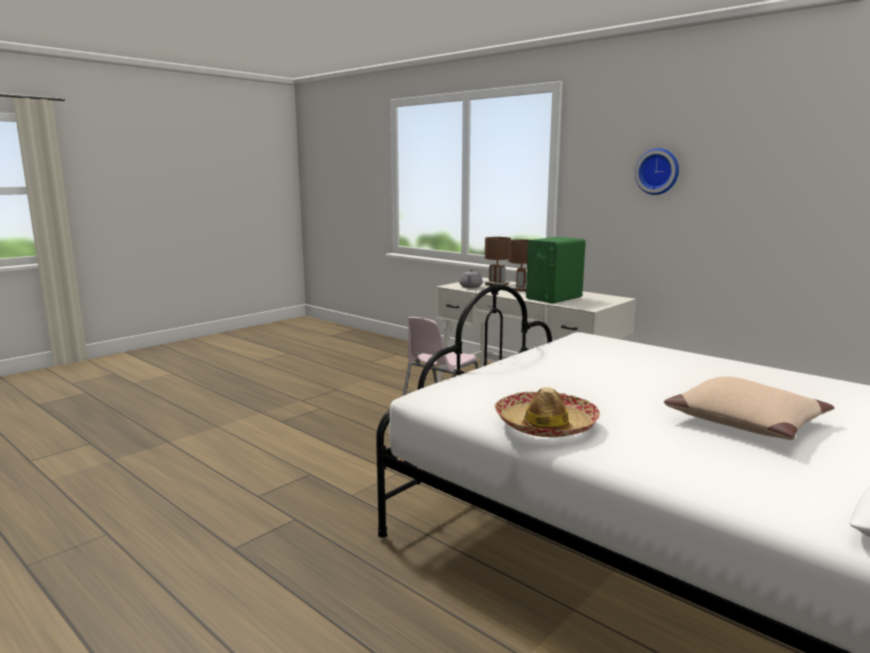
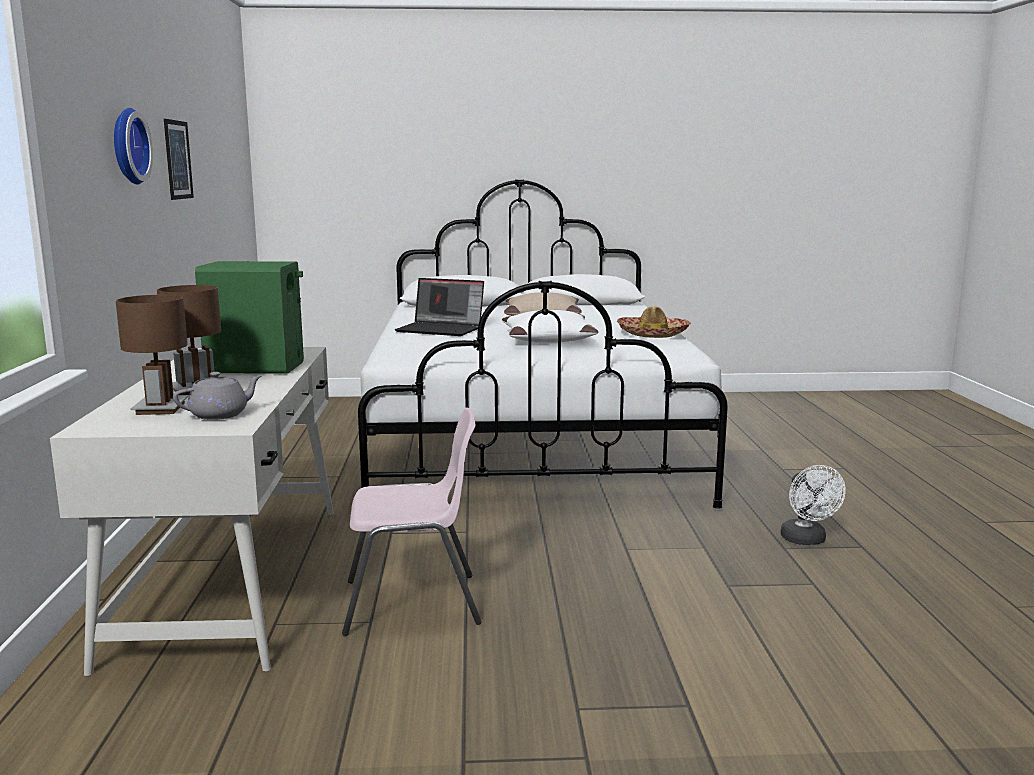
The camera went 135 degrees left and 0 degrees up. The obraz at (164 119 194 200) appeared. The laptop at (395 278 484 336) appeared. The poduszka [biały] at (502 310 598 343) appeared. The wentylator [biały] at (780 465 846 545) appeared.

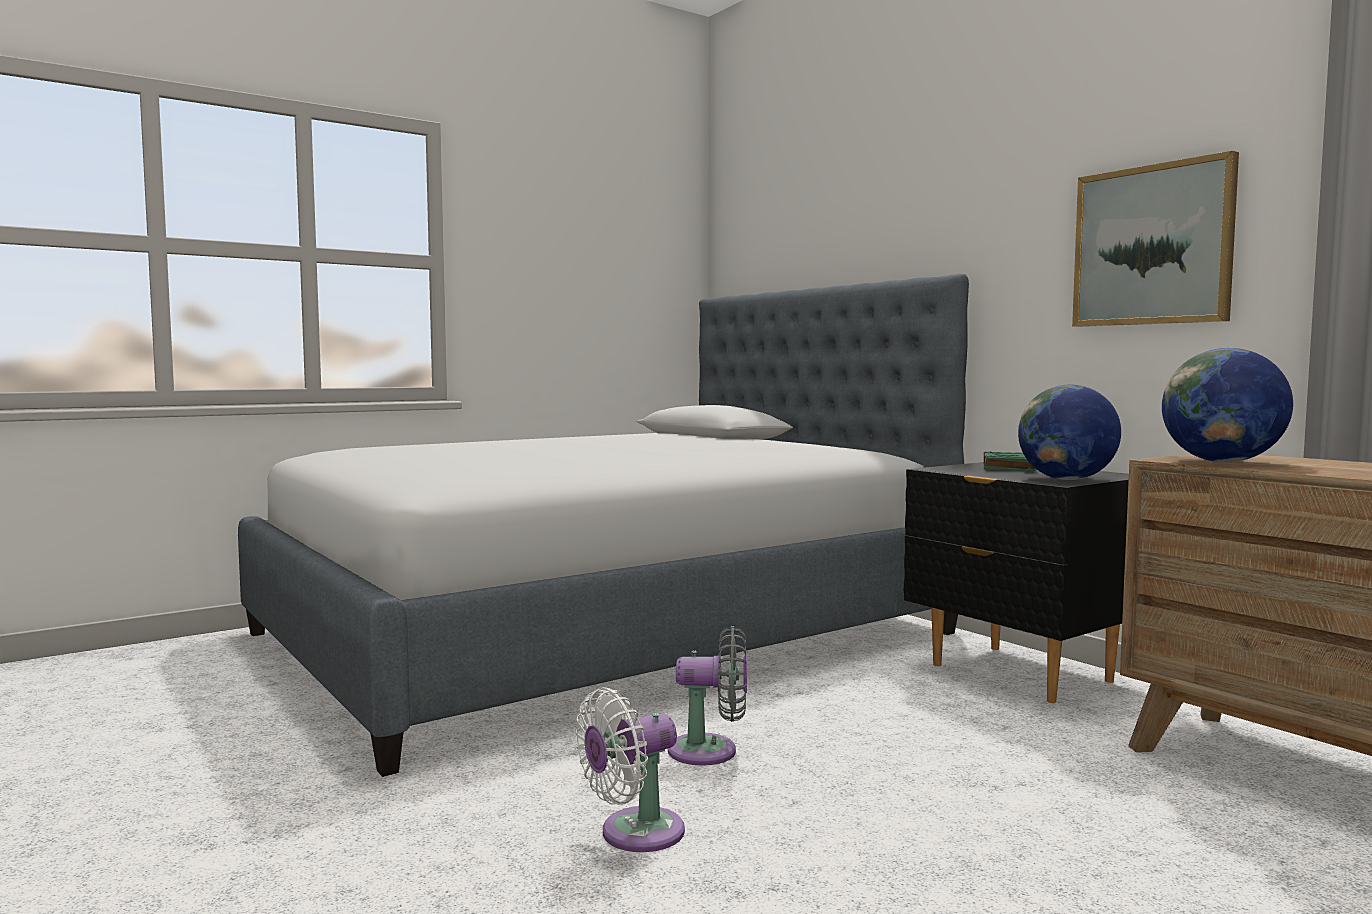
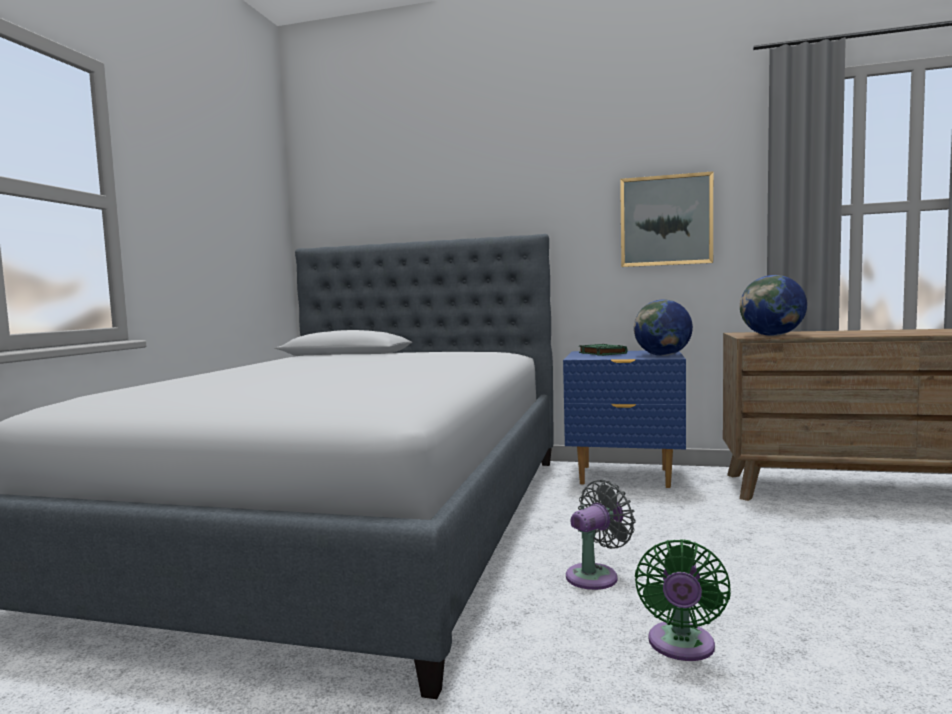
The camera went 40 degrees left and 0 degrees up. The wentylator [biały] at (576 687 685 852) became the wentylator [zielony] at (635 539 731 661). The szafka nocna [czarny] at (904 462 1129 703) became the szafka nocna [niebieski] at (563 351 686 488).

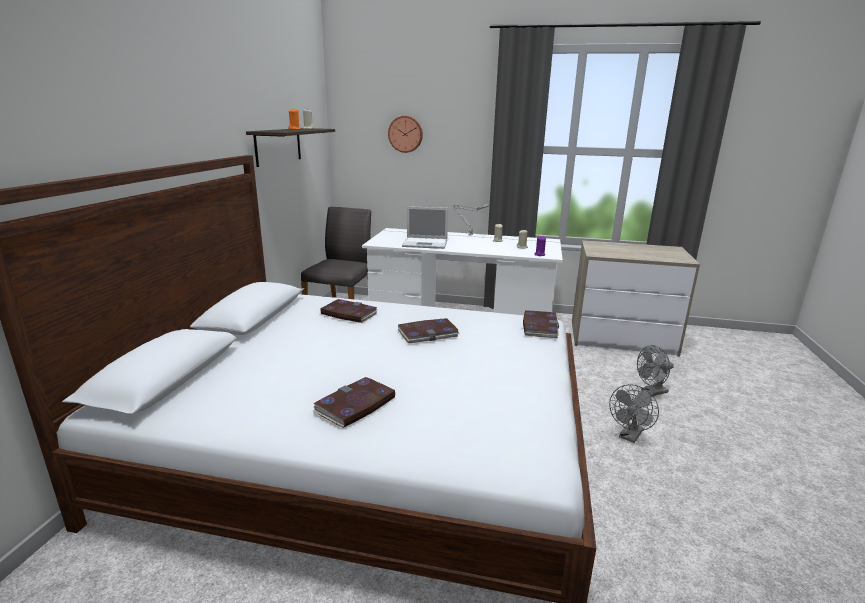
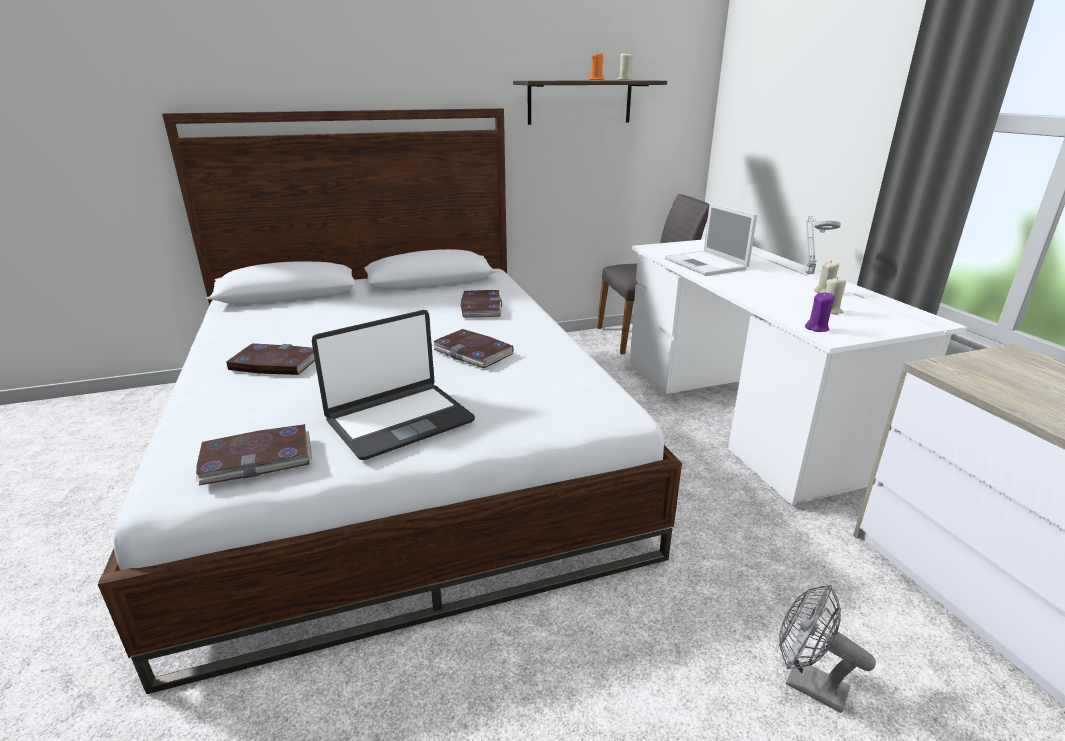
The camera went 60 degrees right and 5 degrees up. The zegar ścienny at (388 116 423 153) disappeared. The książka moved from (523 310 559 338) to (196 424 312 485). The wentylator [szary] at (609 384 659 443) disappeared. The laptop at (312 310 475 460) appeared.

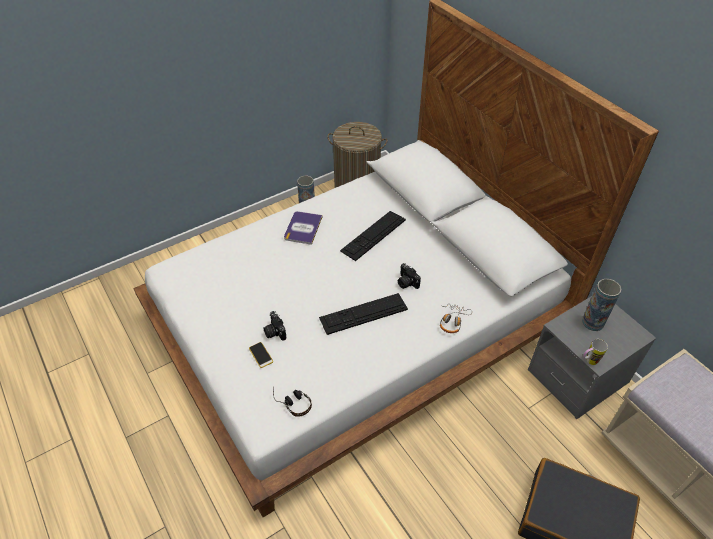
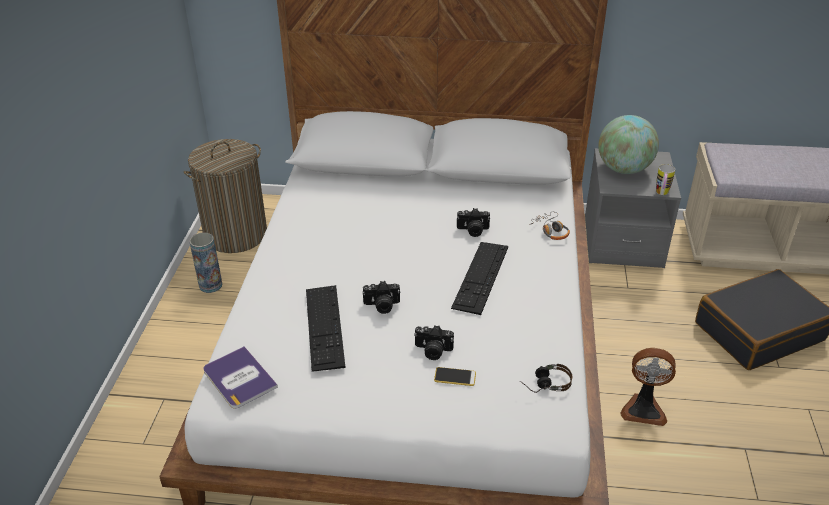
The camera went 50 degrees left and 10 degrees down. The książka moved from (284 211 322 245) to (204 346 278 409). The klawiatura moved from (340 211 406 261) to (306 285 346 372). The wazon at (582 279 621 331) was replaced by the globus at (598 115 659 174). The aparat fotograficzny at (362 281 400 314) appeared. The wentylator at (620 348 676 426) appeared.

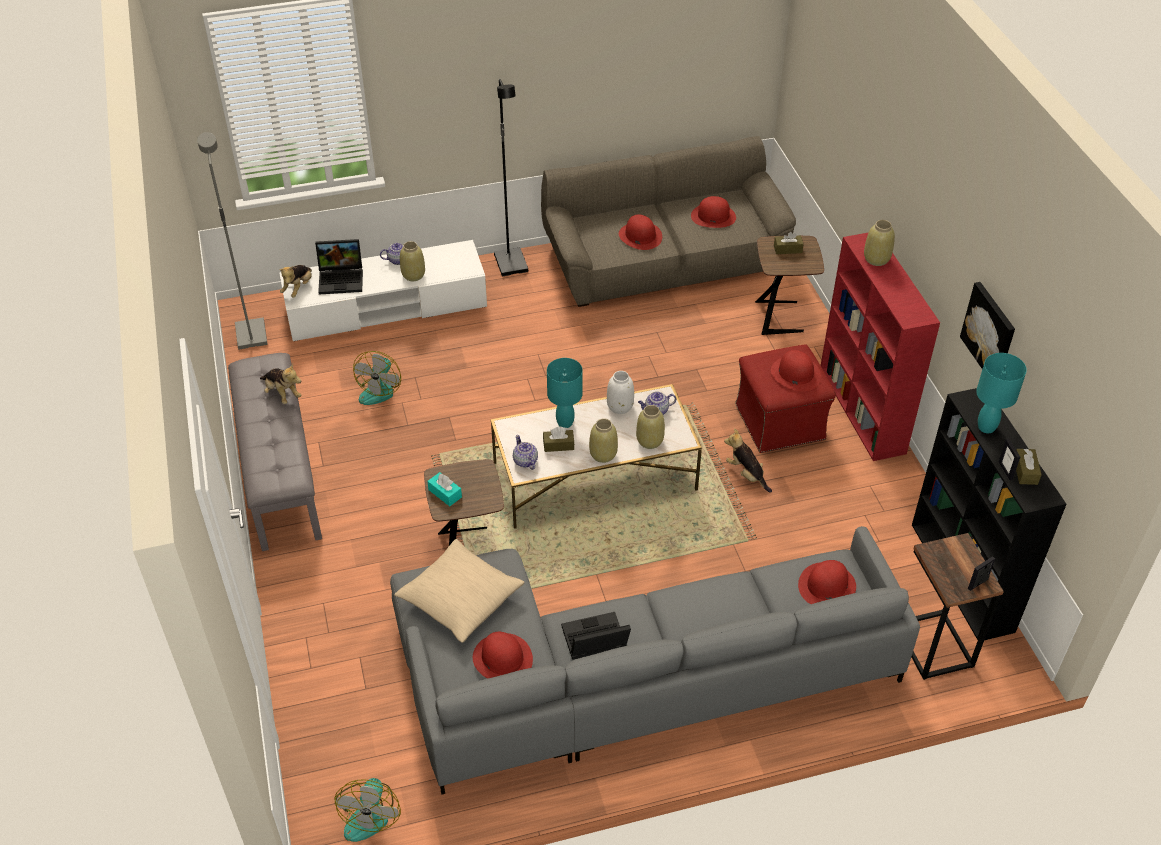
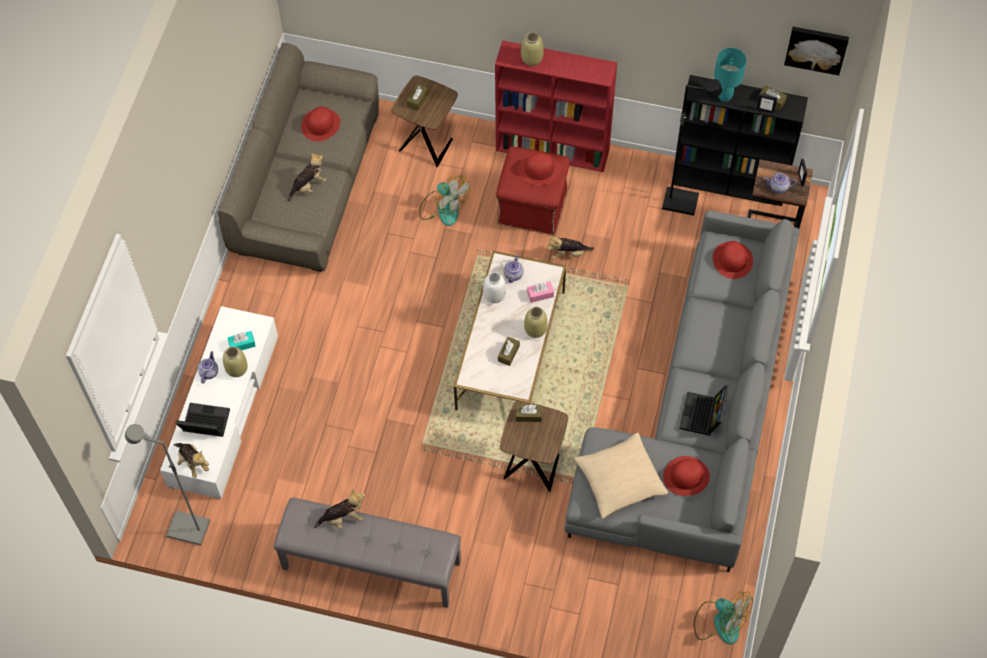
The camera went 60 degrees left and 15 degrees up. The laptop at (315 239 363 295) turned 105 degrees counterclockwise. The wentylator moved from (353 351 401 405) to (419 176 470 226). The pudełko chusteczek [turkusowy] moved from (427 472 462 506) to (228 331 256 350). The lampa stojąca [czarny] moved from (494 79 528 276) to (662 79 722 216). The imbryk moved from (513 435 538 470) to (764 173 797 193). The lampa stołowa [turkusowy] at (547 358 583 428) disappeared. The kapelusz [czerwony] at (619 214 662 250) was replaced by the pluszak at (288 153 327 202). The wazon [beżowy] at (636 405 665 449) was replaced by the pudełko chusteczek [różowy] at (527 281 554 303). The obraz moved from (960 282 1015 369) to (784 27 849 75). The pudełko chusteczek [brązowy] at (516 404 542 422) appeared.

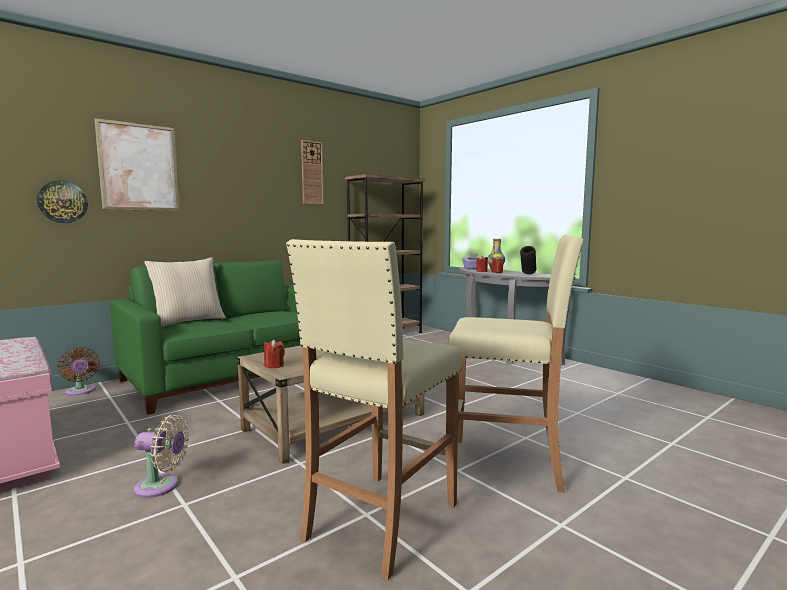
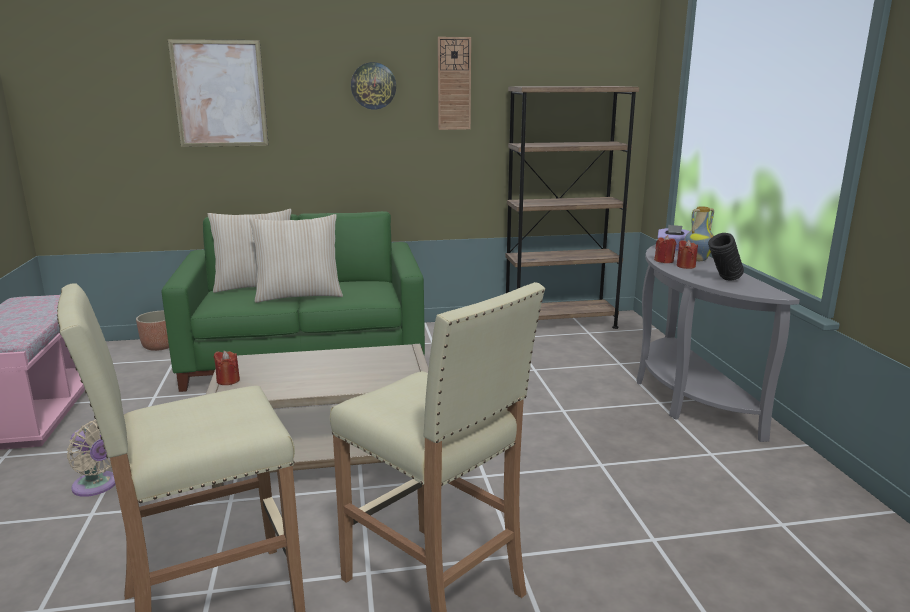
The camera went 30 degrees right and 10 degrees up. The zegar ścienny moved from (37 181 88 223) to (351 62 396 109). The wentylator [brązowy] at (57 347 100 396) was replaced by the donica at (136 311 169 351). The poduszka [beżowy] at (249 214 343 303) appeared.

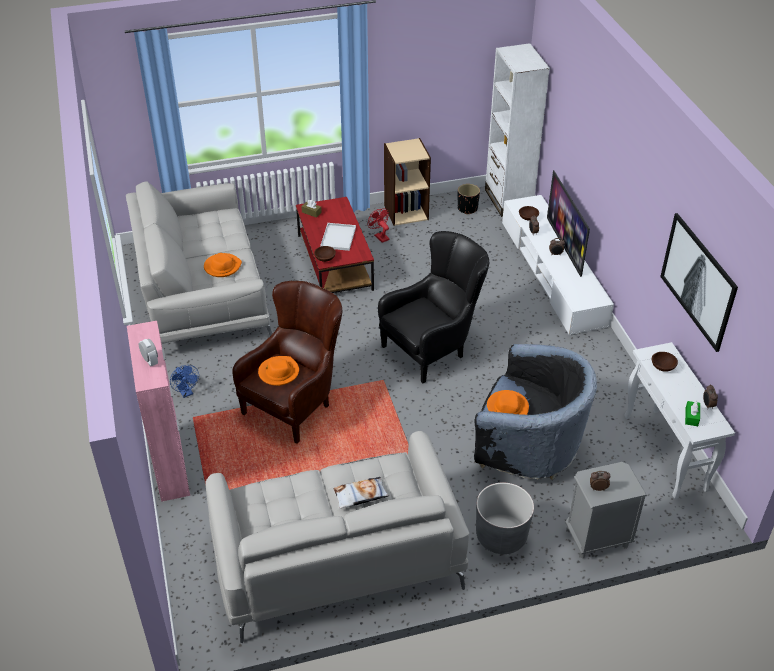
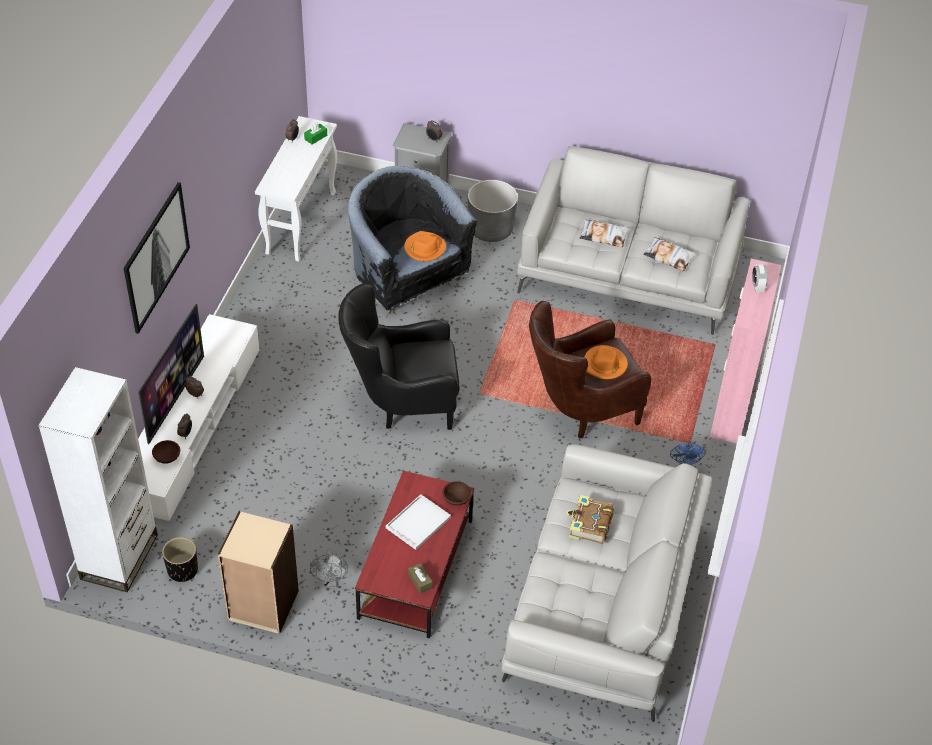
The camera went 150 degrees left and 5 degrees up. The kapelusz [pomarańczowy] at (204 253 242 277) was replaced by the książka at (567 495 614 544). The wentylator [czerwony] at (368 208 389 243) became the wentylator [szary] at (310 549 348 587). The miska [brązowy] at (652 352 678 372) disappeared. The obraz moved from (660 213 738 352) to (124 182 190 334). The poduszka at (643 237 696 271) appeared.

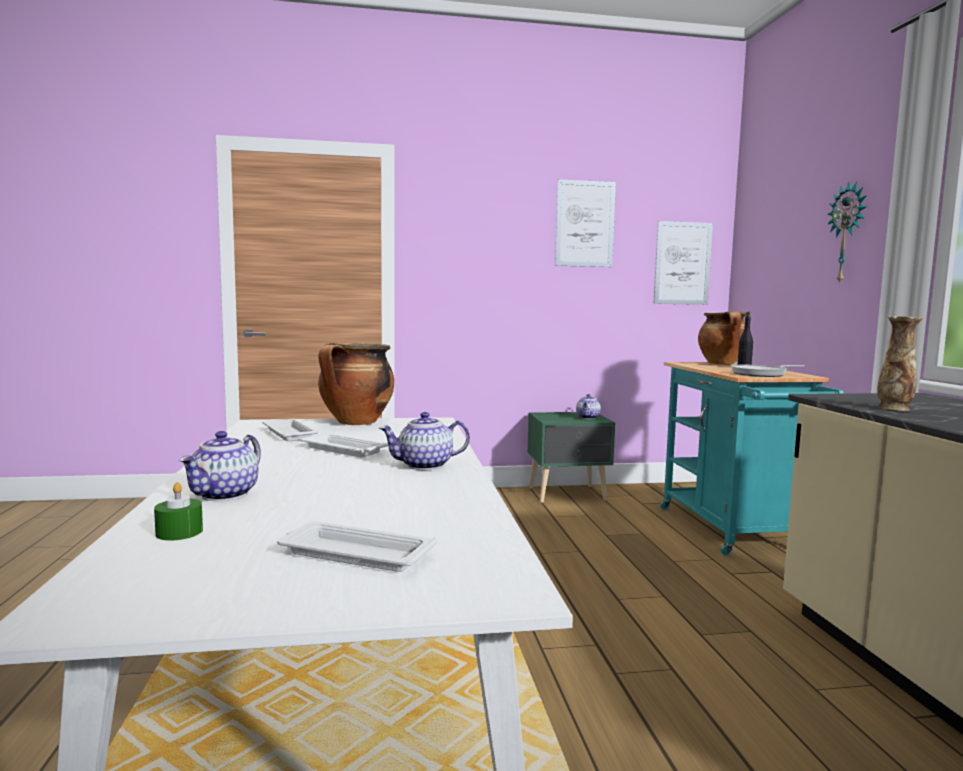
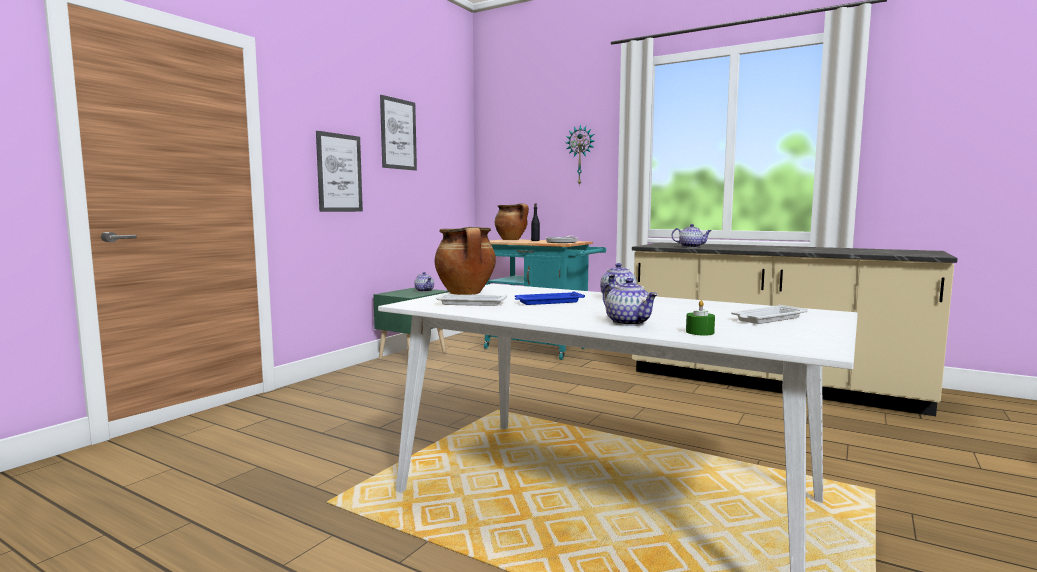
The camera went 50 degrees left and 0 degrees up. The taca [biały] at (300 433 388 457) became the taca [niebieski] at (515 291 585 305). The obraz moved from (653 221 713 305) to (316 131 363 212). The wazon at (877 316 924 411) was replaced by the imbryk at (672 224 712 247).

